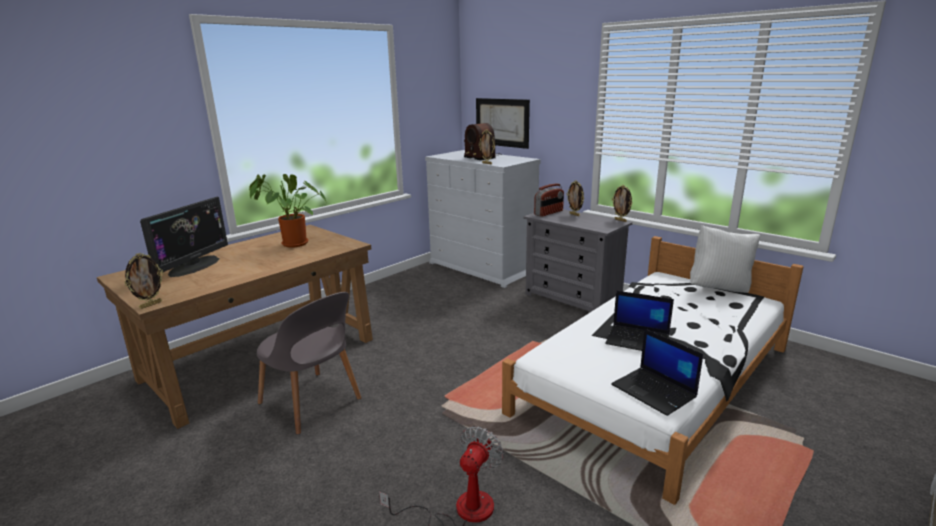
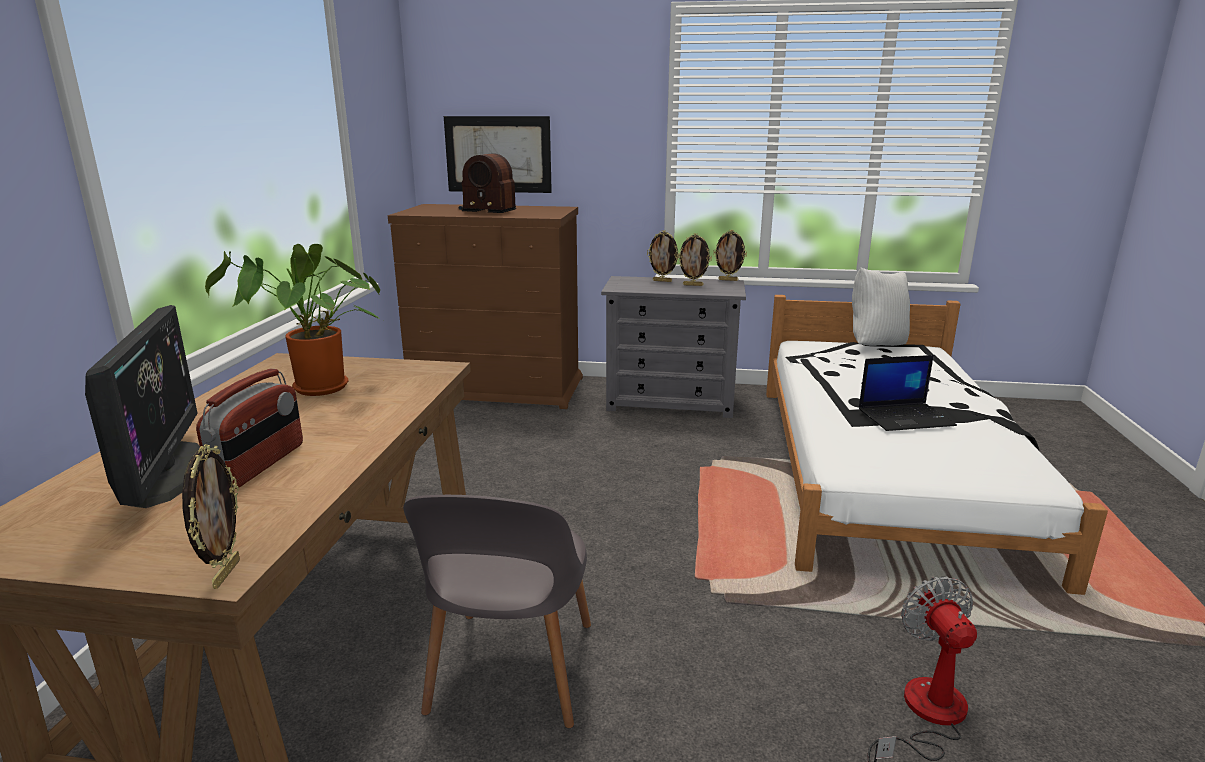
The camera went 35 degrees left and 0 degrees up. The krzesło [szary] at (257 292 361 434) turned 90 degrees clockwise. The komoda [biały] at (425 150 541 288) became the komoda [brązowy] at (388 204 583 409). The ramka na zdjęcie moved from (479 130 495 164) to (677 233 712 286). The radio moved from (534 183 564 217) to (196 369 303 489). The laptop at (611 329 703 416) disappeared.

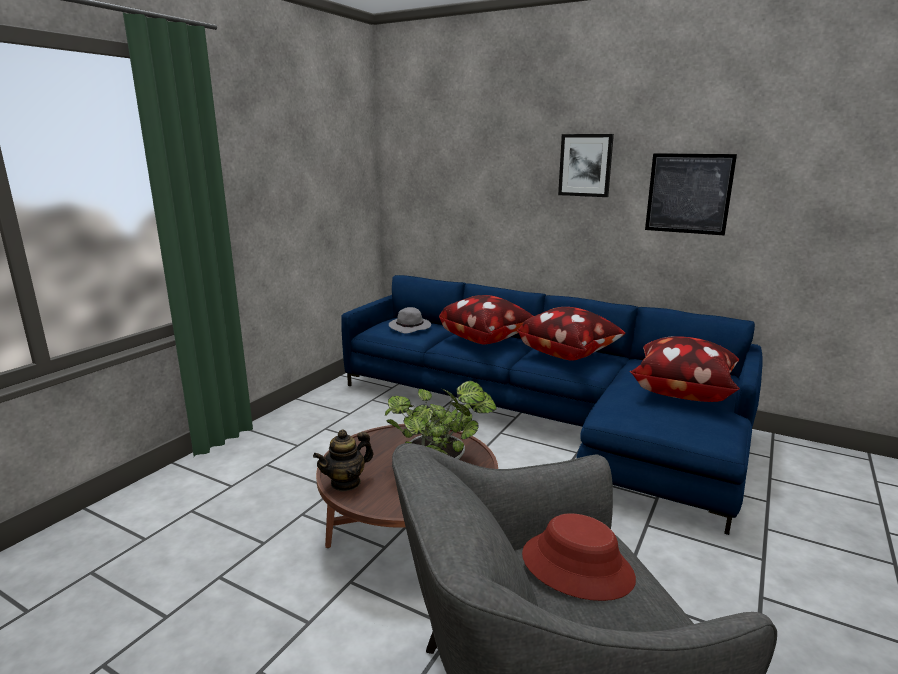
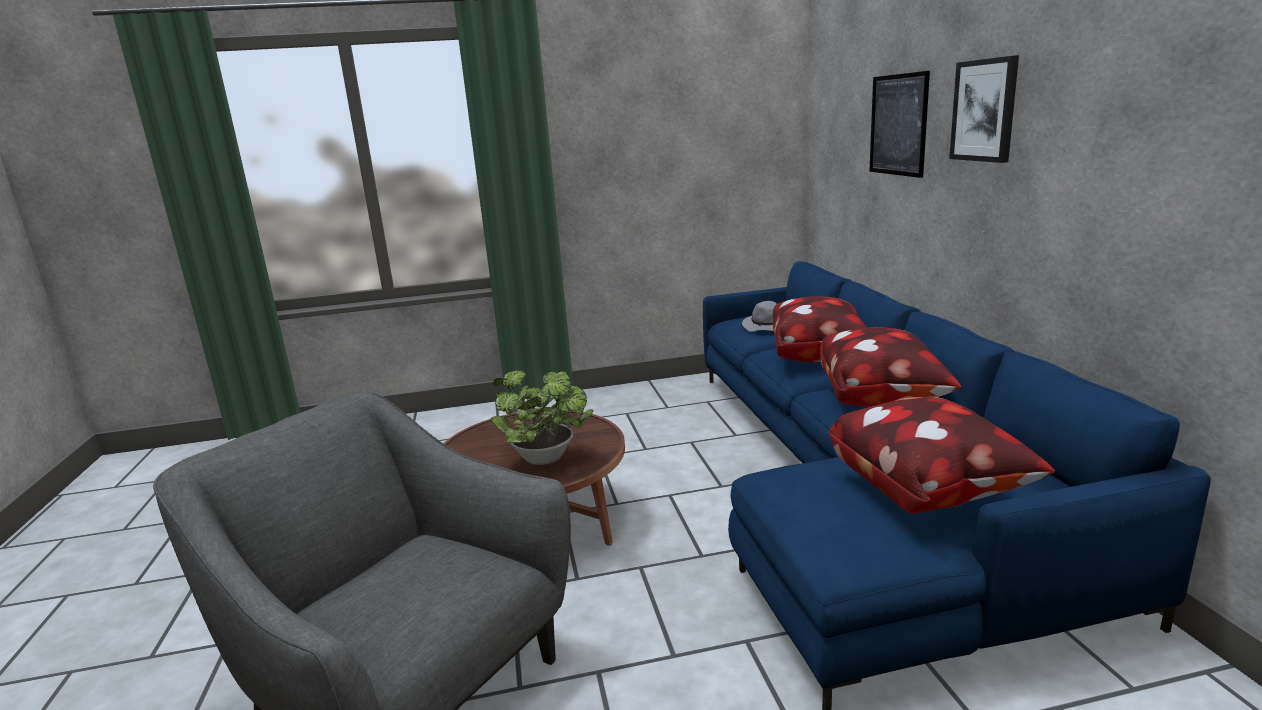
The camera went 50 degrees right and 0 degrees up. The imbryk at (313 430 373 492) disappeared. The kapelusz [czerwony] at (522 513 636 601) disappeared. The obraz moved from (645 153 737 235) to (869 71 930 178).

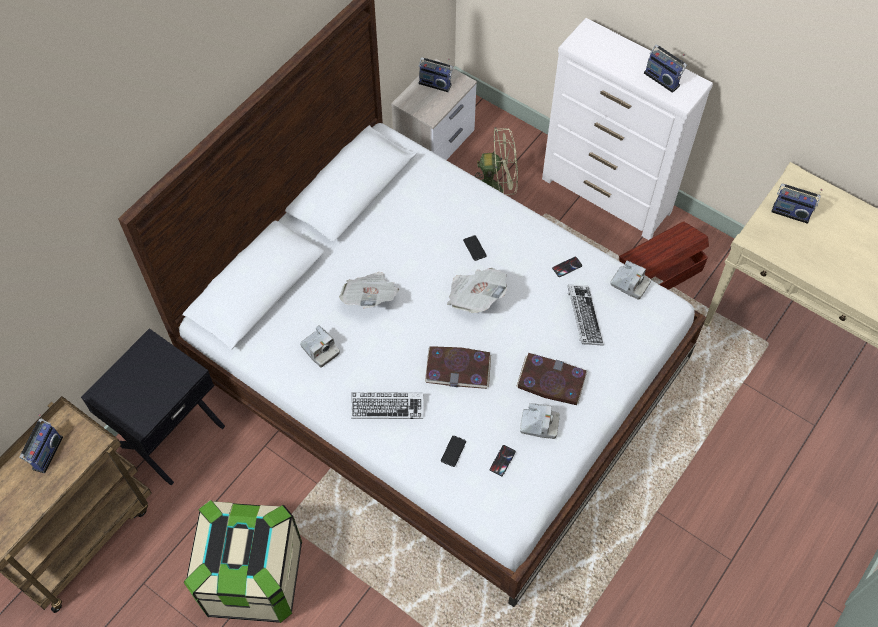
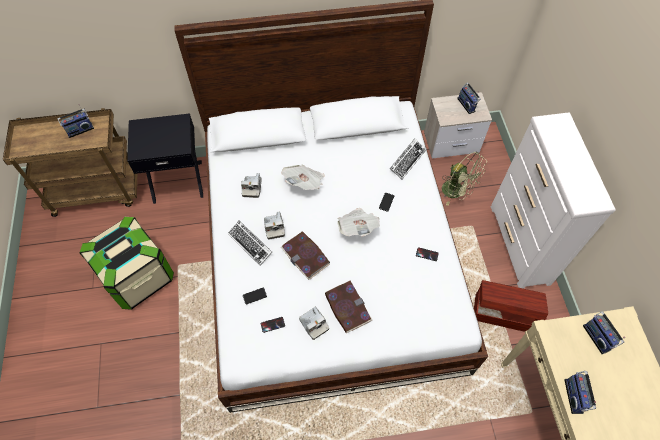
The camera went 45 degrees right and 0 degrees up. The klawiatura moved from (567 284 604 346) to (389 139 427 179). The aparat fotograficzny moved from (610 261 651 300) to (264 211 285 240). The radio moved from (644 45 687 93) to (564 371 596 414).

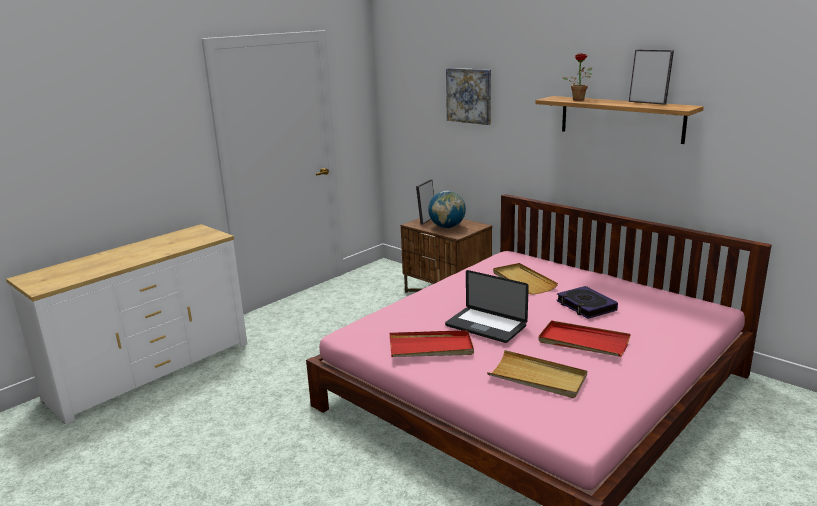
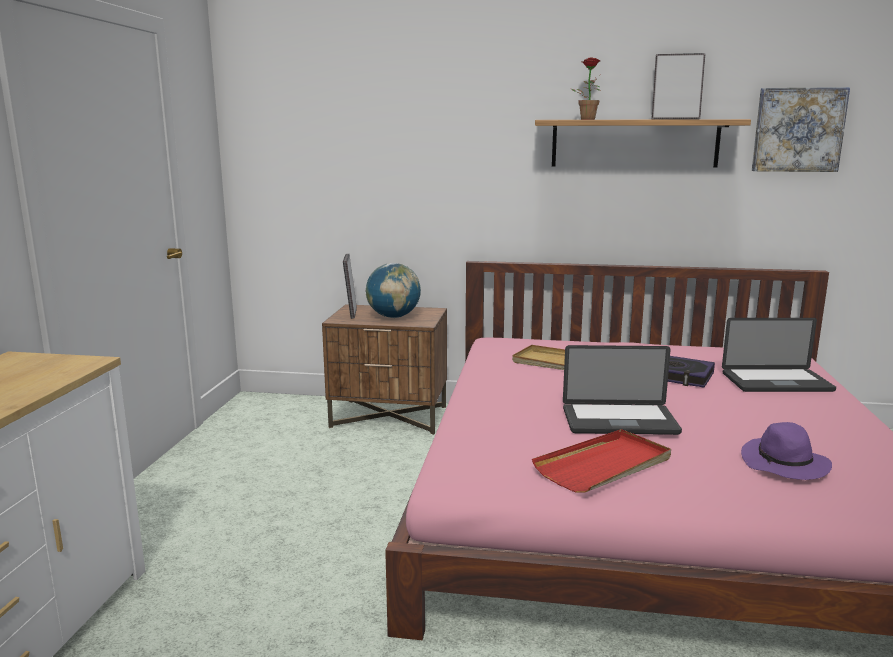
The camera went 35 degrees left and 5 degrees down. The obraz moved from (446 68 491 125) to (752 87 850 172). The taca [beżowy] at (487 350 587 398) was replaced by the kapelusz [fioletowy] at (741 422 832 480). The taca [czerwony] at (539 321 631 357) disappeared. The laptop at (722 318 836 392) appeared.

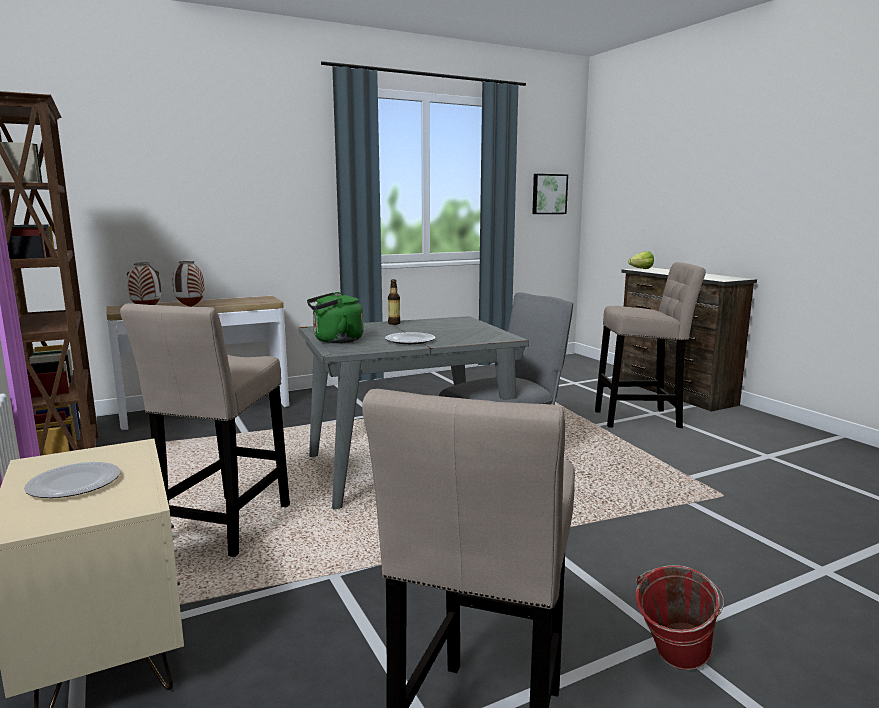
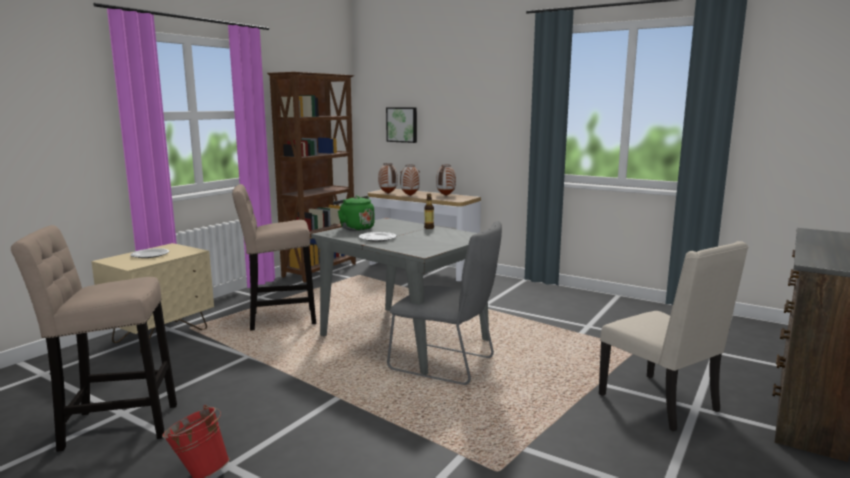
The camera went 60 degrees right and 0 degrees up. The obraz moved from (532 174 568 214) to (386 107 417 143). The stołek [beżowy] at (595 262 706 428) was replaced by the krzesło [beżowy] at (599 241 748 431). The sałata at (628 251 654 269) disappeared. The wazon at (436 165 456 196) appeared.

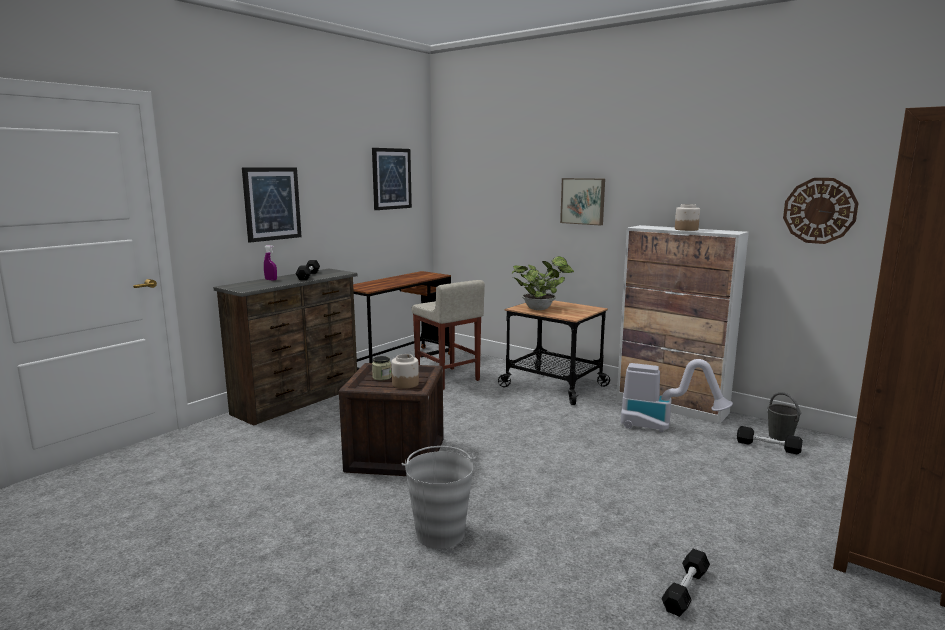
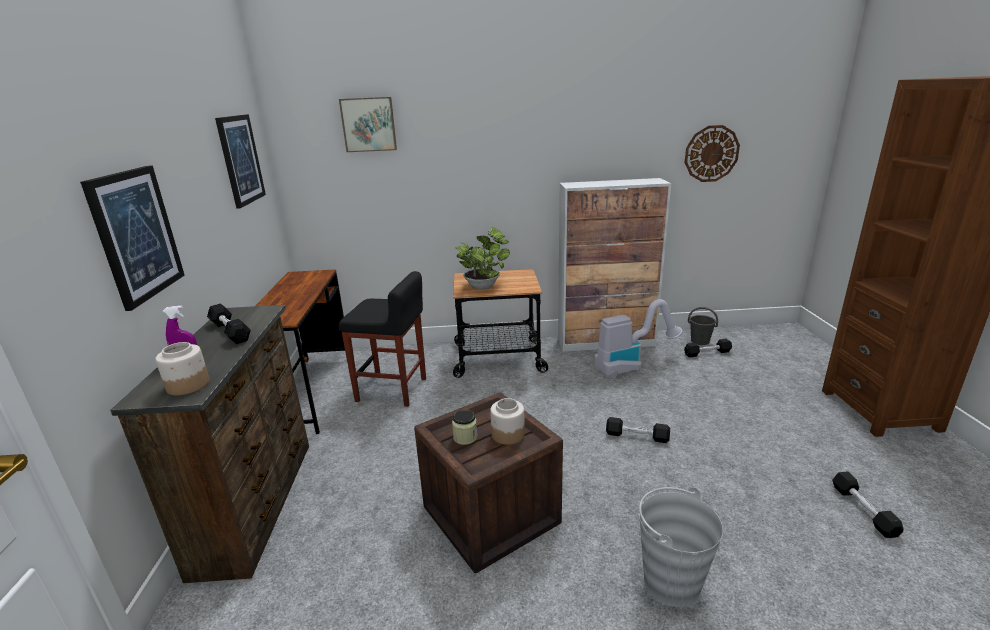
The camera went 40 degrees left and 10 degrees up. The stołek [beżowy] at (411 280 485 390) became the stołek [czarny] at (338 271 426 407). The obraz moved from (560 178 605 226) to (339 97 397 152). The słoik moved from (675 204 700 231) to (155 342 209 396). The hantel [czarny] at (606 417 670 443) appeared.

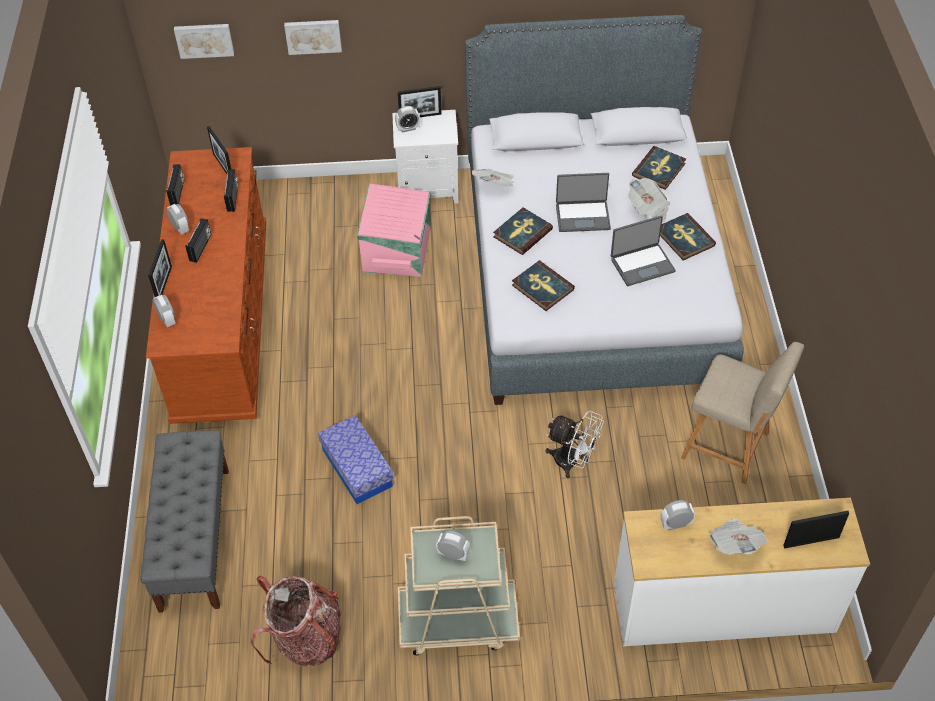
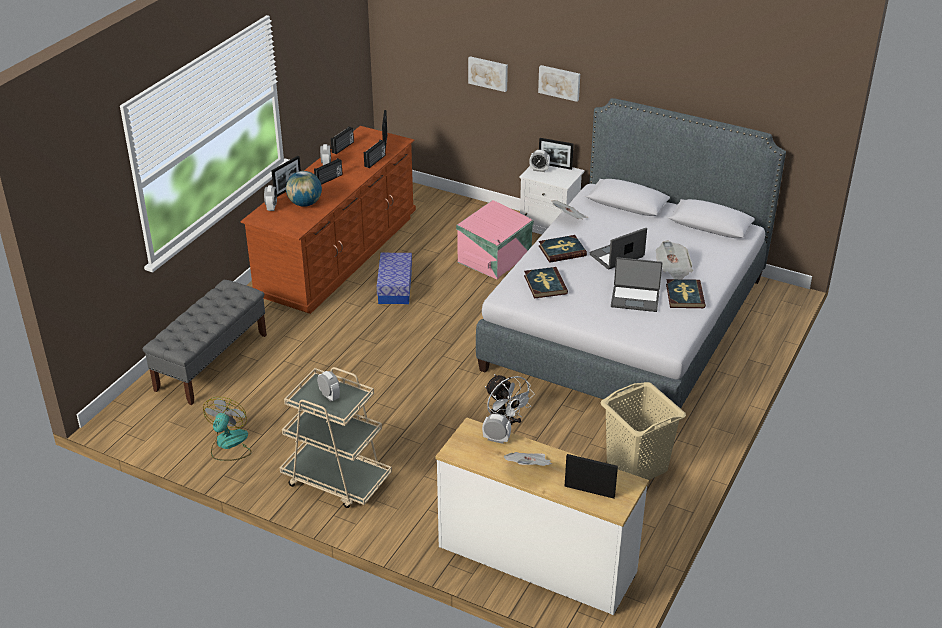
The camera went 30 degrees right and 15 degrees down. The obraz moved from (174 24 234 59) to (538 65 580 102). The plecak at (251 576 342 667) was replaced by the wentylator at (203 397 252 461). The pojemnik do przechowywania moved from (318 415 394 504) to (377 253 412 304). The laptop at (556 173 611 232) turned 120 degrees clockwise. The książka at (632 146 686 190) disappeared. The krzesło [beżowy] at (681 342 804 484) was replaced by the kosz na pranie [beżowy] at (600 382 686 480). The globus at (286 171 322 207) appeared.

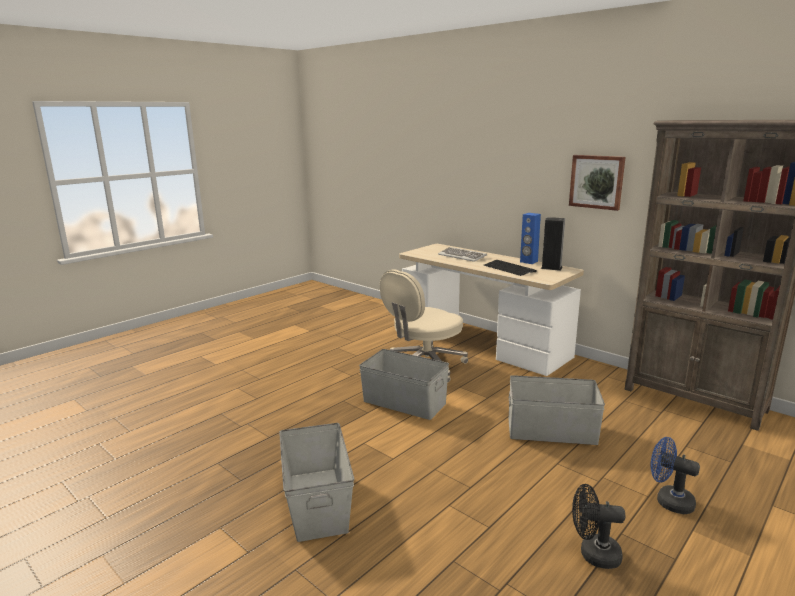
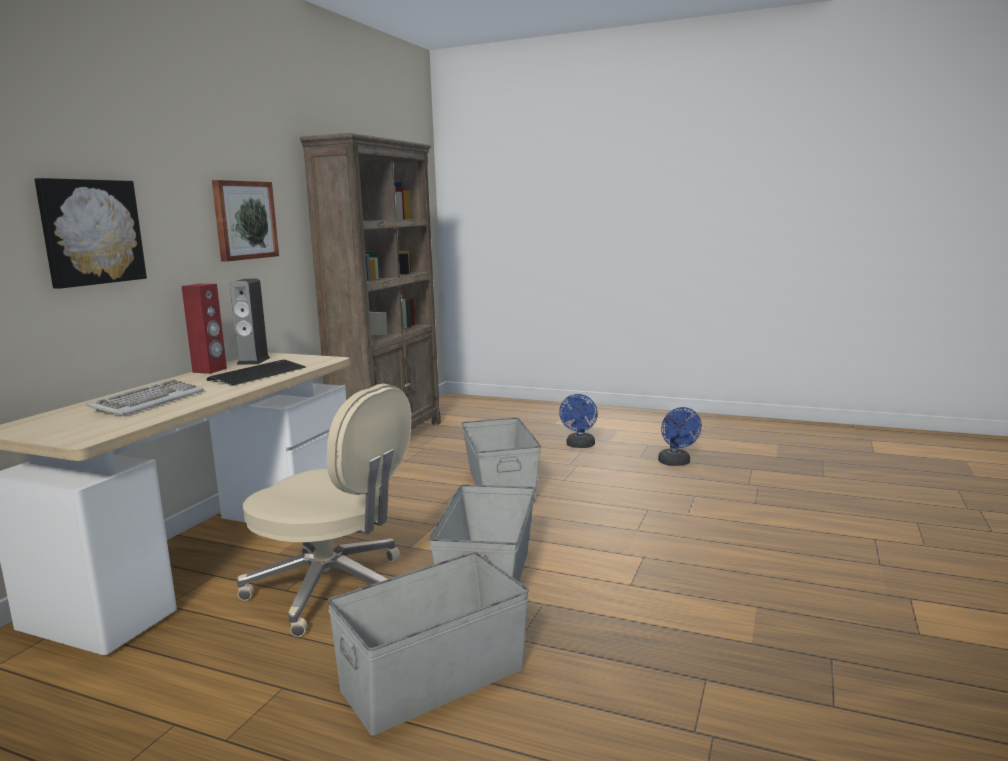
The camera went 110 degrees left and 5 degrees down. The pojemnik do przechowywania [szary] moved from (279 423 354 542) to (327 552 529 736). The głośnik [niebieski] at (520 213 541 264) became the głośnik [czerwony] at (181 284 227 374). The wentylator [czarny] at (572 484 625 569) became the wentylator [niebieski] at (658 407 702 466). The obraz at (35 178 147 289) appeared.

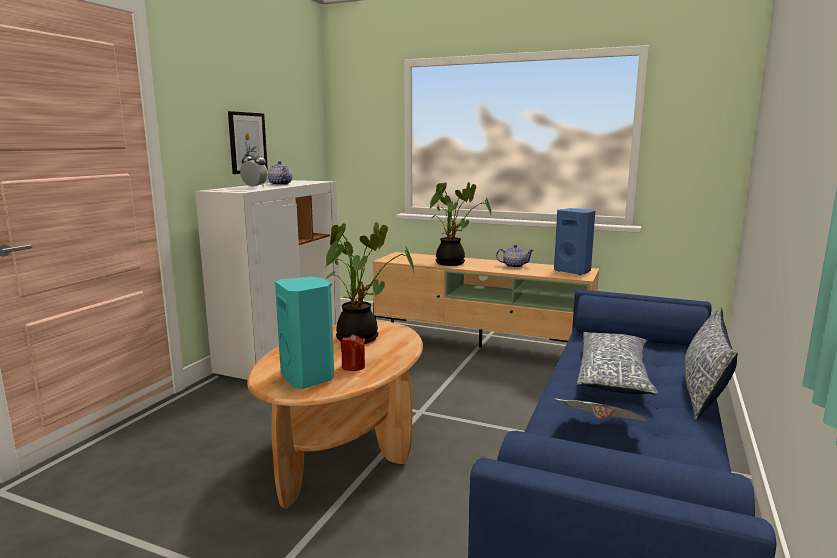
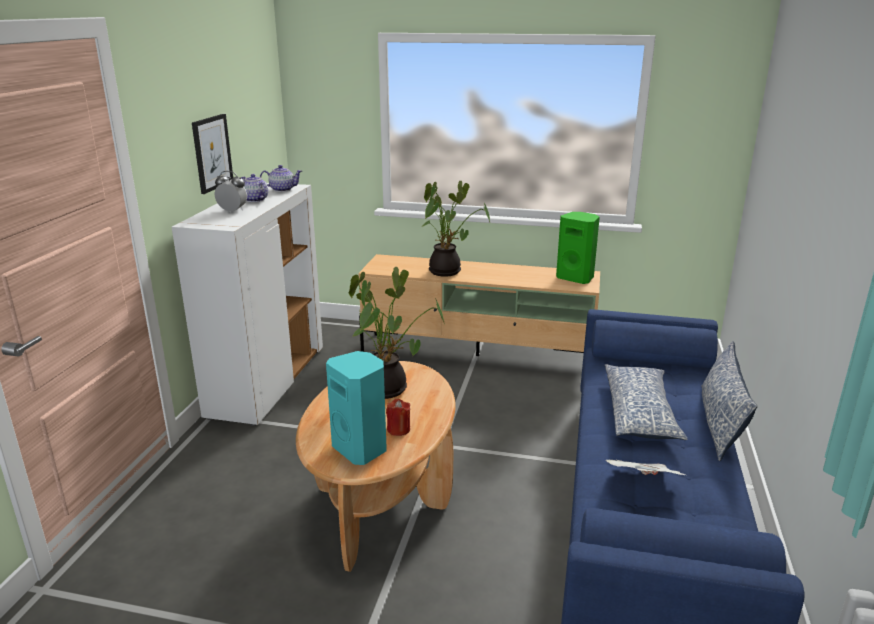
The camera went 10 degrees left and 10 degrees up. The imbryk moved from (496 244 534 268) to (260 165 302 192). The głośnik [niebieski] at (554 208 595 275) became the głośnik [zielony] at (556 212 600 284).

